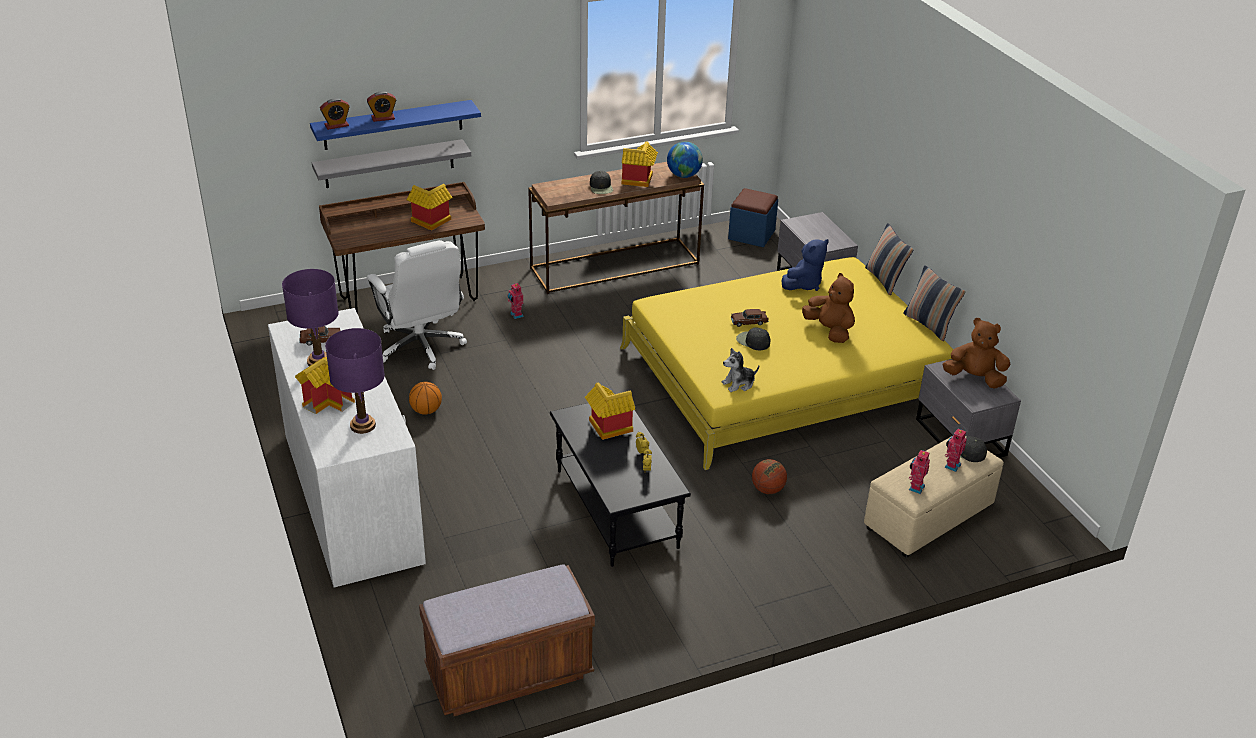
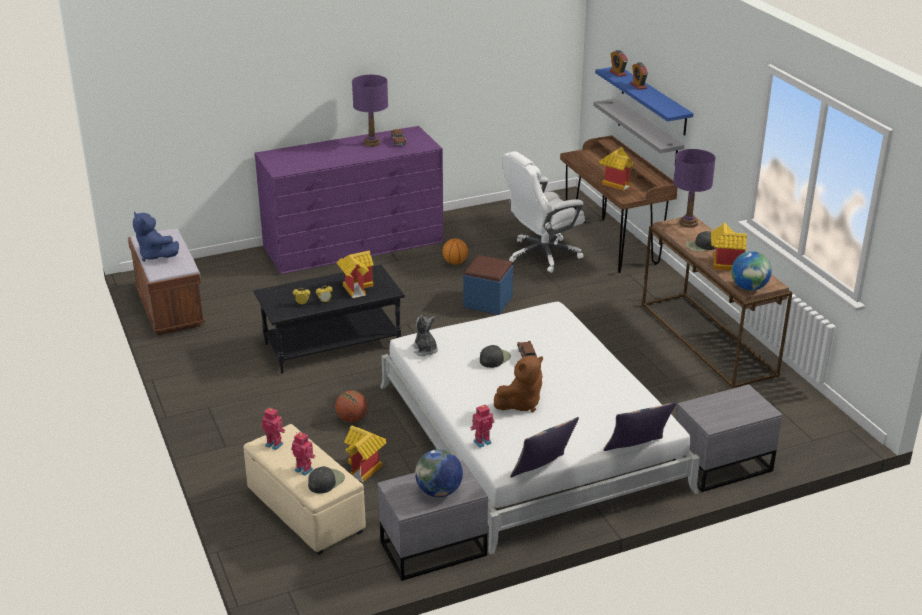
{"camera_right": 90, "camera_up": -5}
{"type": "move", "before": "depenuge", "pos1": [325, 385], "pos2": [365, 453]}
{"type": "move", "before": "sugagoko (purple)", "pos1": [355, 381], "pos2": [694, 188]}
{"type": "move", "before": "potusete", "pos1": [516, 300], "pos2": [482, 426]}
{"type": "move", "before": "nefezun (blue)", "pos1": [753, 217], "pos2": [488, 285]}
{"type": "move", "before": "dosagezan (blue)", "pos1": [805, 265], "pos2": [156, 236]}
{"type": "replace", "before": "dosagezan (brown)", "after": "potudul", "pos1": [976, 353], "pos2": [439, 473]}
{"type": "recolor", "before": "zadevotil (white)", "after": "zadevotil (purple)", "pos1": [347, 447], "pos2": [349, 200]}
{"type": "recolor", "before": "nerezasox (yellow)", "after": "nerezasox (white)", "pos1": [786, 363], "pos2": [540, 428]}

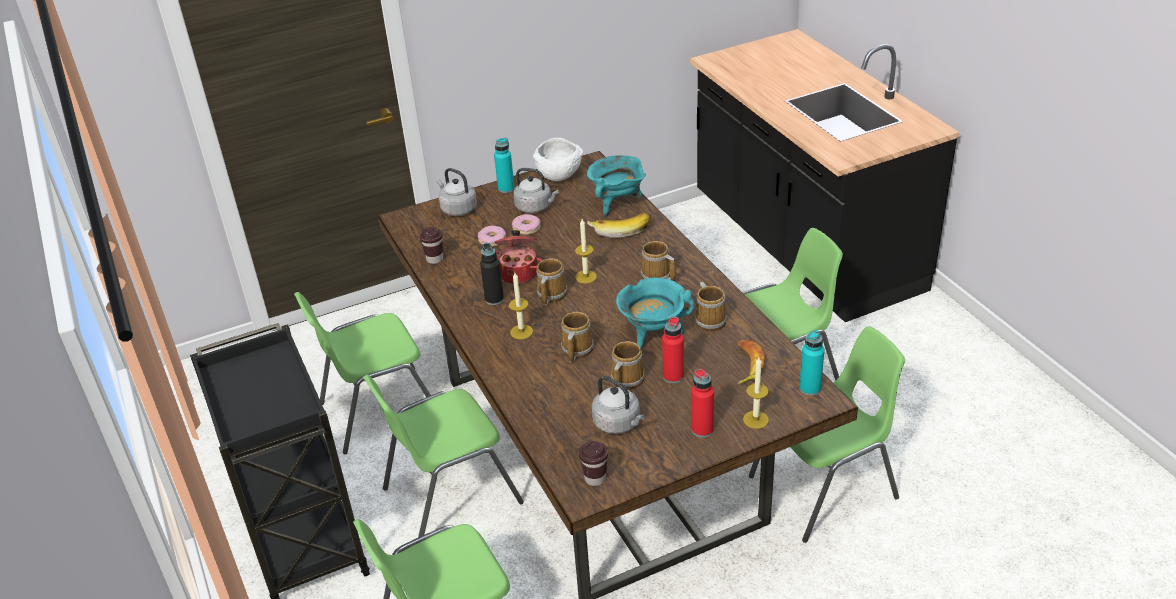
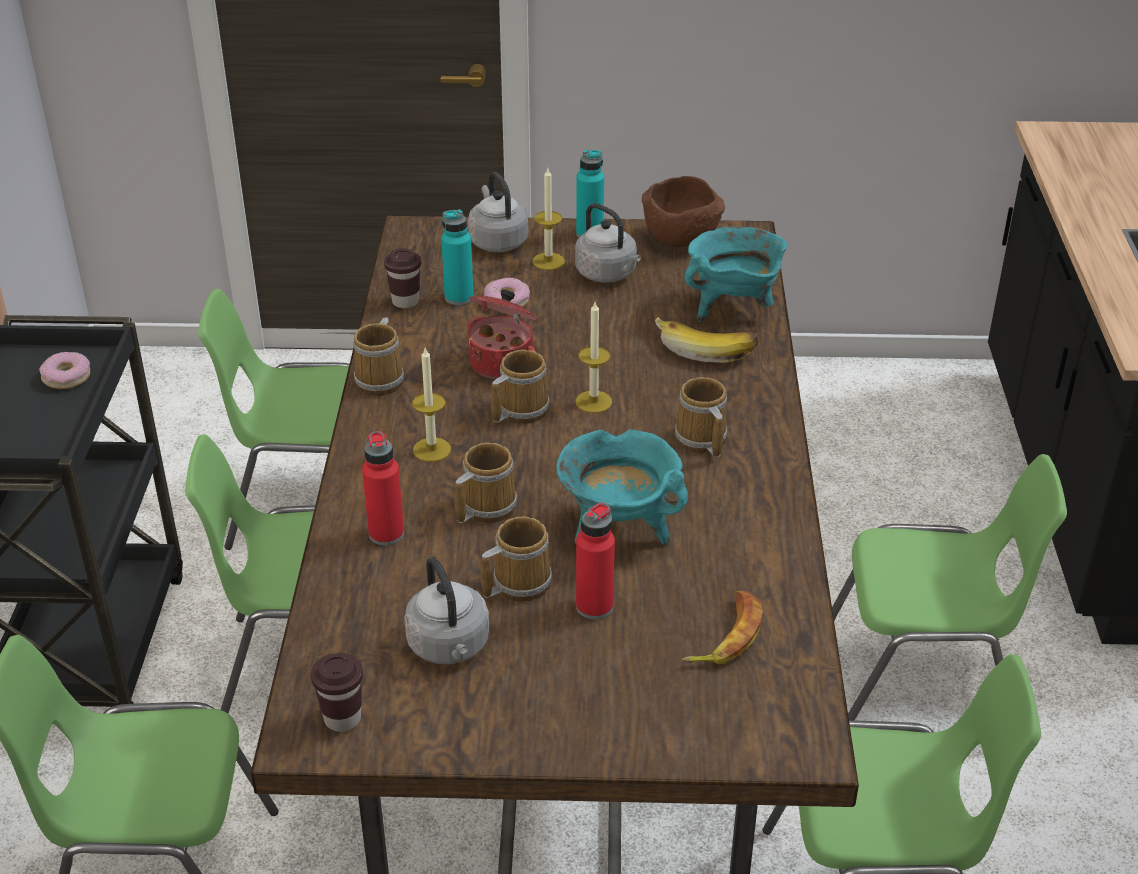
{"camera_right": 25, "camera_up": 0}
{"type": "delete", "before": "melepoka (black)", "pos1": [492, 274]}
{"type": "move", "before": "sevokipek", "pos1": [526, 224], "pos2": [64, 370]}
{"type": "move", "before": "melepoka (red)", "pos1": [702, 403], "pos2": [383, 488]}
{"type": "move", "before": "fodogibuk", "pos1": [711, 307], "pos2": [378, 356]}
{"type": "move", "before": "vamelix", "pos1": [756, 393], "pos2": [548, 219]}
{"type": "move", "before": "melepoka (turquoise)", "pos1": [812, 363], "pos2": [457, 257]}
{"type": "recolor", "before": "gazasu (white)", "after": "gazasu (brown)", "pos1": [558, 159], "pos2": [683, 211]}

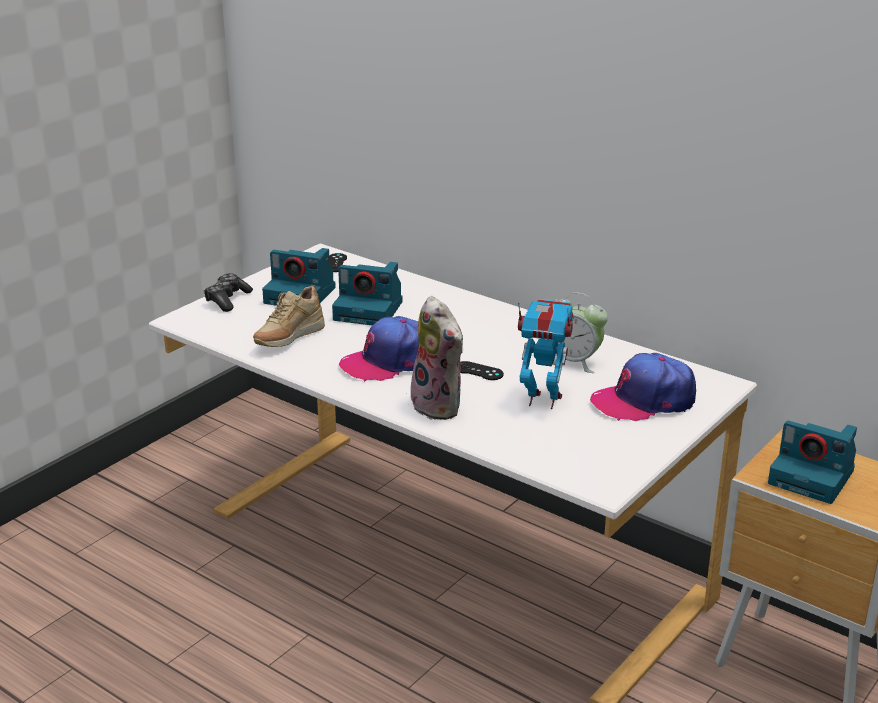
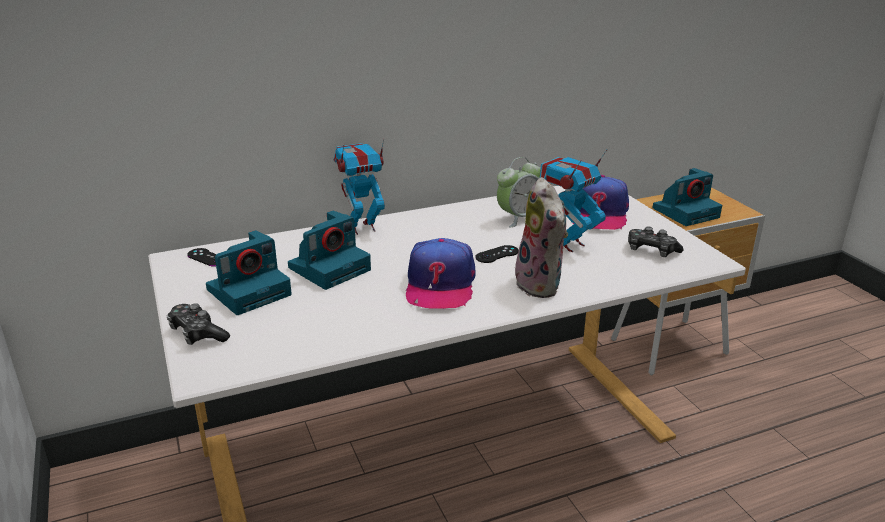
{"camera_right": -60, "camera_up": 0}
{"type": "delete", "before": "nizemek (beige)", "pos1": [289, 316]}
{"type": "insert", "after": "potusete", "pos2": [359, 187]}
{"type": "insert", "after": "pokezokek", "pos2": [656, 241]}
{"type": "rotate", "before": "dosagezan", "pos1": [435, 358], "pos2": [541, 237], "turn": 75}

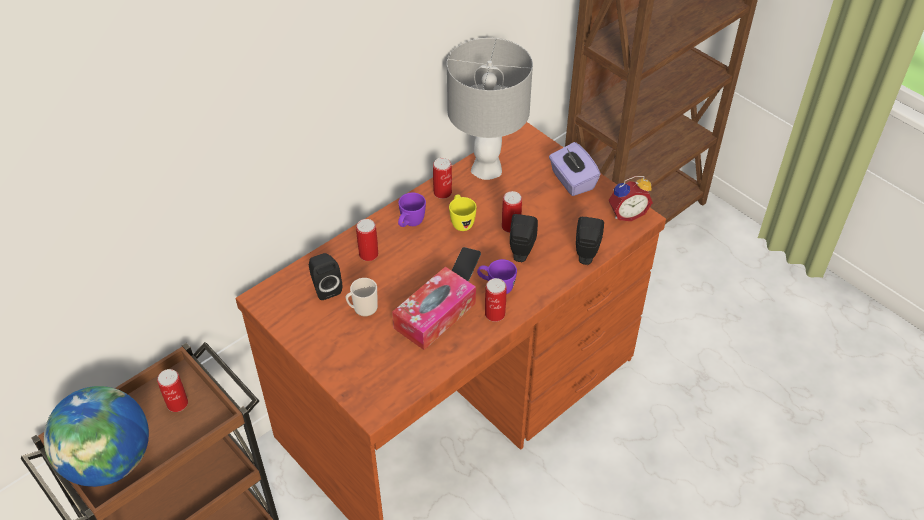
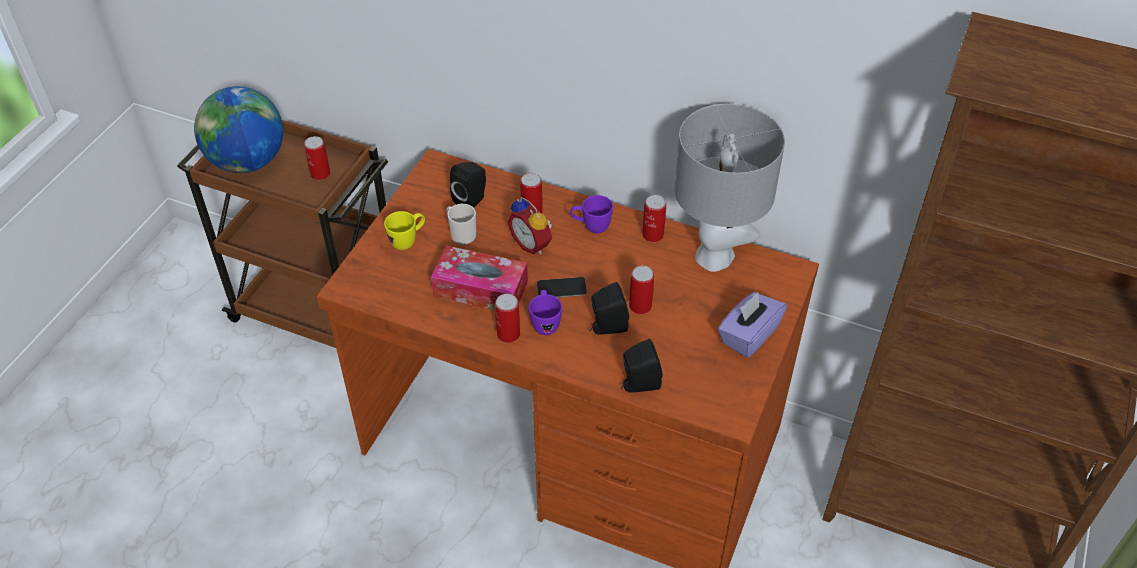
{"camera_right": 65, "camera_up": 0}
{"type": "move", "before": "fodogibuk (yellow)", "pos1": [463, 213], "pos2": [404, 230]}
{"type": "move", "before": "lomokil", "pos1": [631, 198], "pos2": [529, 225]}

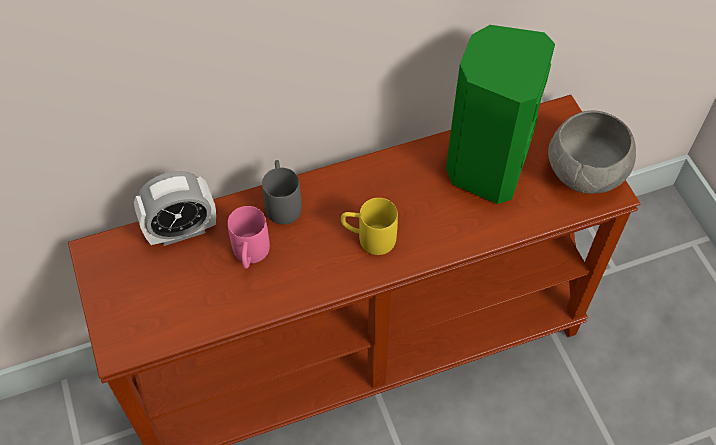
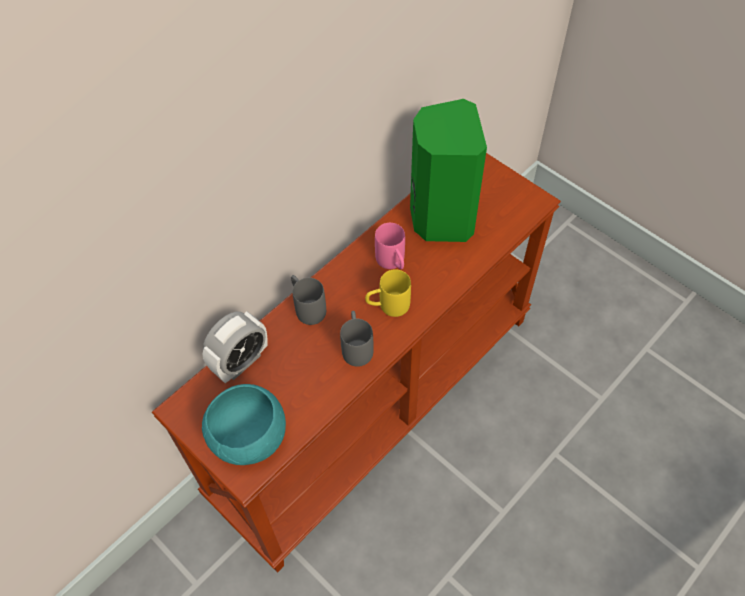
{"camera_right": -25, "camera_up": 0}
{"type": "delete", "before": "gazasu (grey)", "pos1": [592, 152]}
{"type": "insert", "after": "gazasu (turquoise)", "pos2": [244, 424]}
{"type": "insert", "after": "fodogibuk (grey)", "pos2": [357, 339]}
{"type": "move", "before": "fodogibuk (pink)", "pos1": [248, 237], "pos2": [390, 246]}

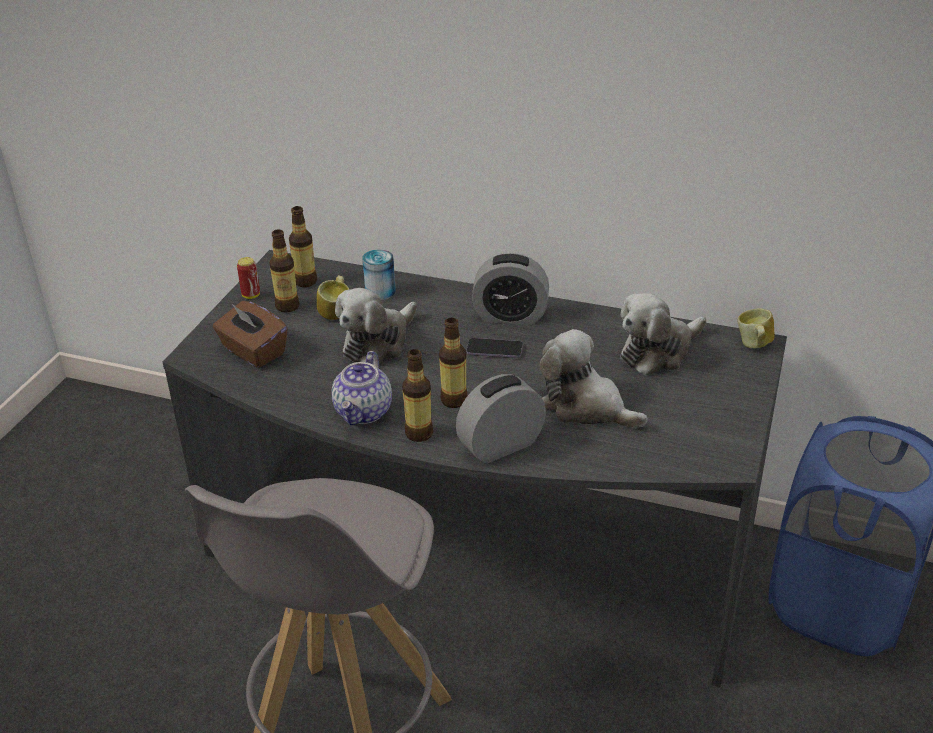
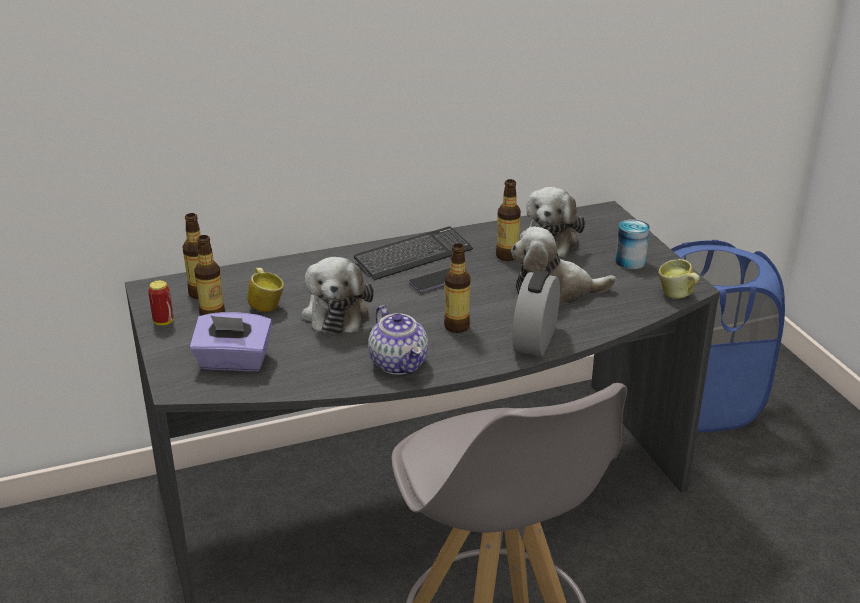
{"camera_right": -40, "camera_up": -5}
{"type": "move", "before": "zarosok", "pos1": [379, 274], "pos2": [632, 244]}
{"type": "move", "before": "melepoka", "pos1": [417, 395], "pos2": [508, 220]}
{"type": "move", "before": "fodogibuk", "pos1": [756, 328], "pos2": [679, 279]}
{"type": "replace", "before": "lomokil", "after": "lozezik", "pos1": [510, 289], "pos2": [413, 253]}
{"type": "recolor", "before": "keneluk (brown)", "after": "keneluk (purple)", "pos1": [250, 334], "pos2": [231, 341]}

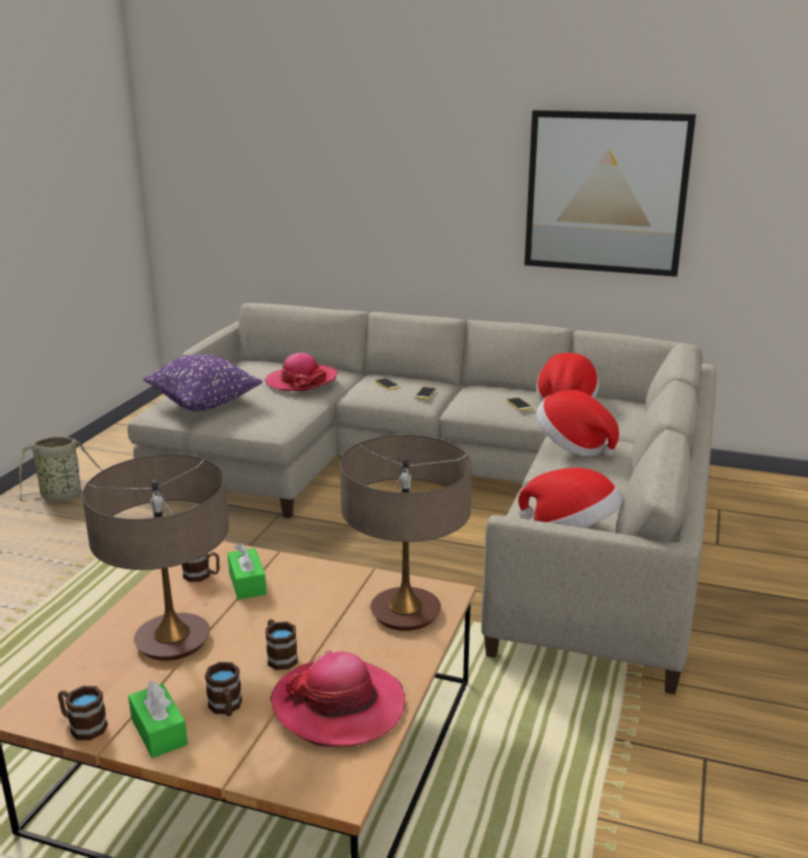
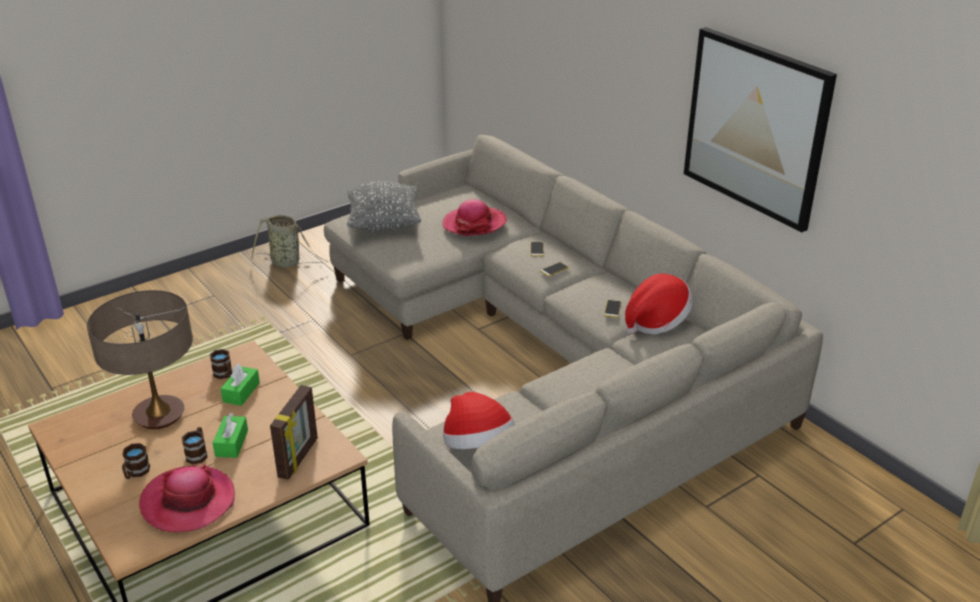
{"camera_right": 35, "camera_up": 10}
{"type": "delete", "before": "fodogibuk (brown)", "pos1": [83, 713]}
{"type": "delete", "before": "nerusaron", "pos1": [577, 423]}
{"type": "move", "before": "keneluk (green)", "pos1": [158, 719], "pos2": [230, 435]}
{"type": "replace", "before": "sugagoko", "after": "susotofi", "pos1": [406, 533], "pos2": [294, 432]}
{"type": "recolor", "before": "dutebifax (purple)", "after": "dutebifax (grey)", "pos1": [202, 382], "pos2": [384, 206]}

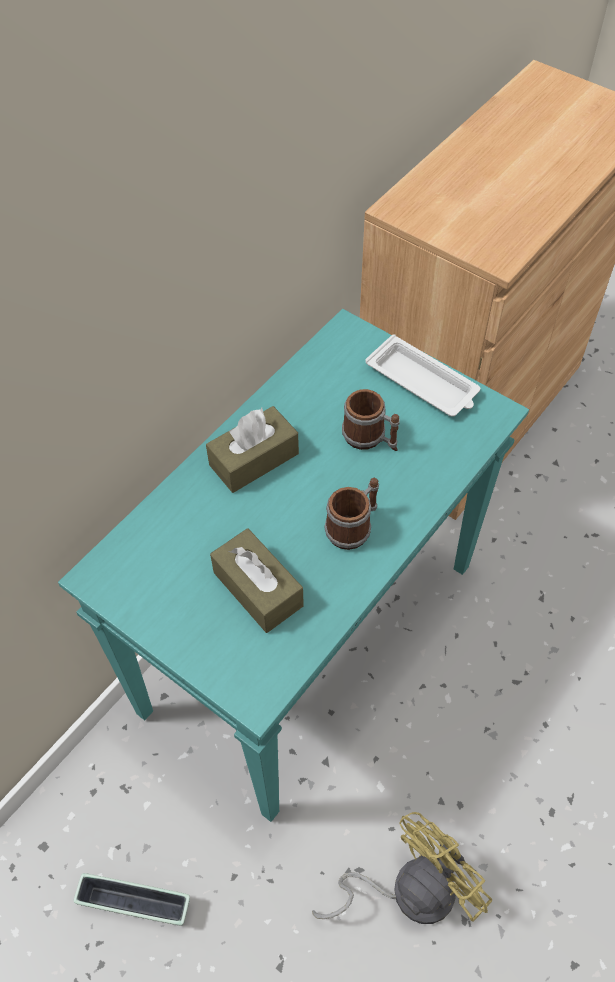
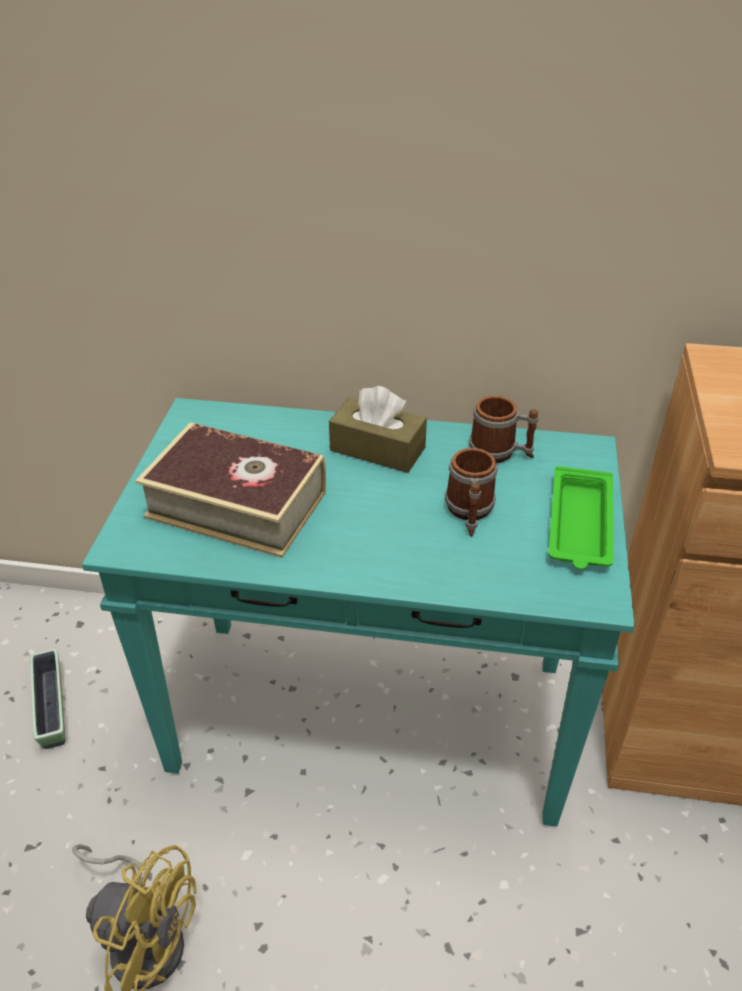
{"camera_right": 60, "camera_up": -15}
{"type": "move", "before": "fodogibuk", "pos1": [352, 514], "pos2": [503, 429]}
{"type": "replace", "before": "keneluk (brown)", "after": "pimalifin", "pos1": [257, 580], "pos2": [230, 490]}
{"type": "recolor", "before": "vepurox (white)", "after": "vepurox (green)", "pos1": [422, 375], "pos2": [581, 518]}

